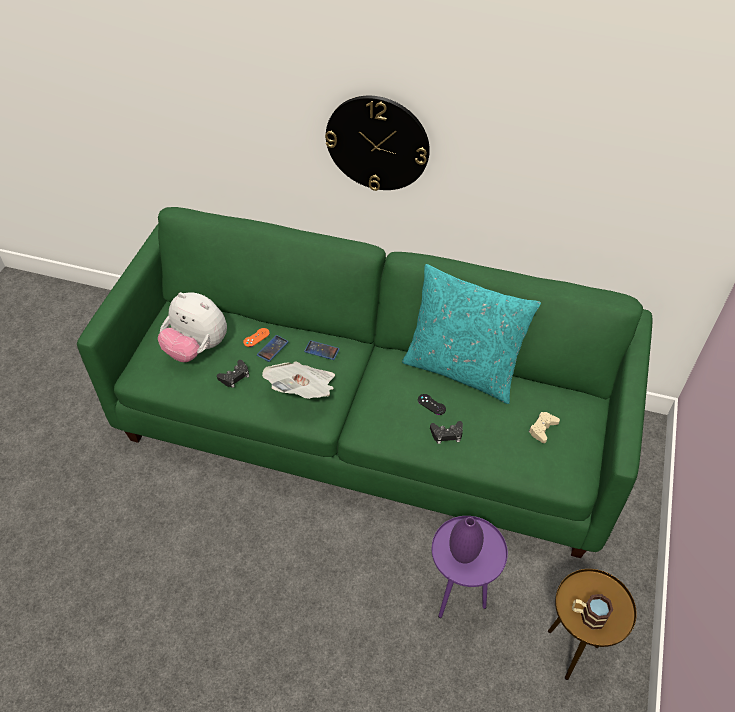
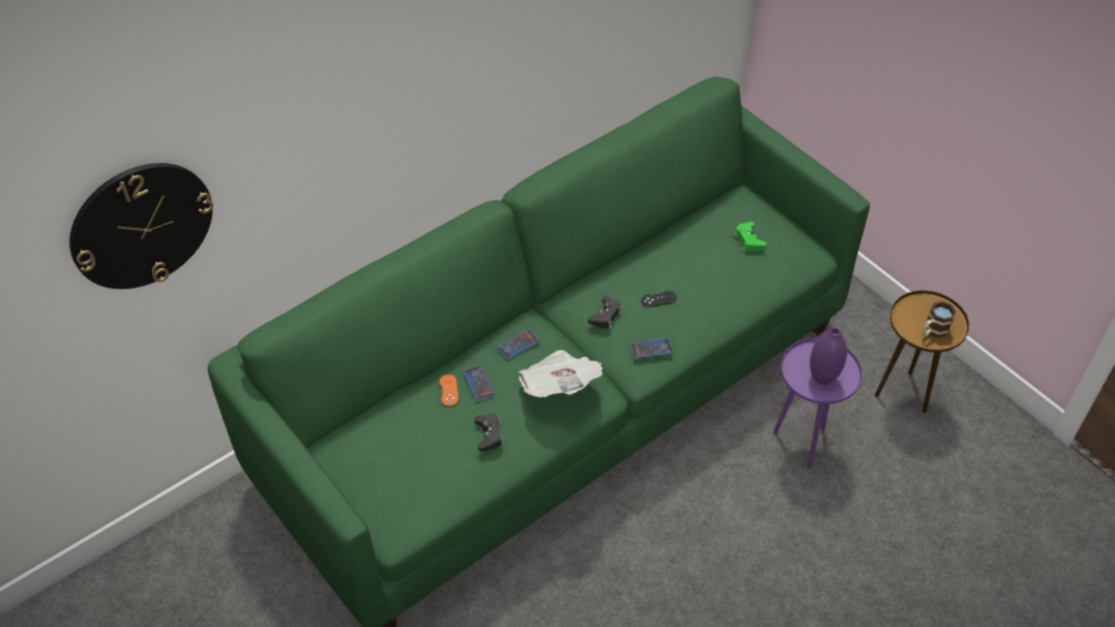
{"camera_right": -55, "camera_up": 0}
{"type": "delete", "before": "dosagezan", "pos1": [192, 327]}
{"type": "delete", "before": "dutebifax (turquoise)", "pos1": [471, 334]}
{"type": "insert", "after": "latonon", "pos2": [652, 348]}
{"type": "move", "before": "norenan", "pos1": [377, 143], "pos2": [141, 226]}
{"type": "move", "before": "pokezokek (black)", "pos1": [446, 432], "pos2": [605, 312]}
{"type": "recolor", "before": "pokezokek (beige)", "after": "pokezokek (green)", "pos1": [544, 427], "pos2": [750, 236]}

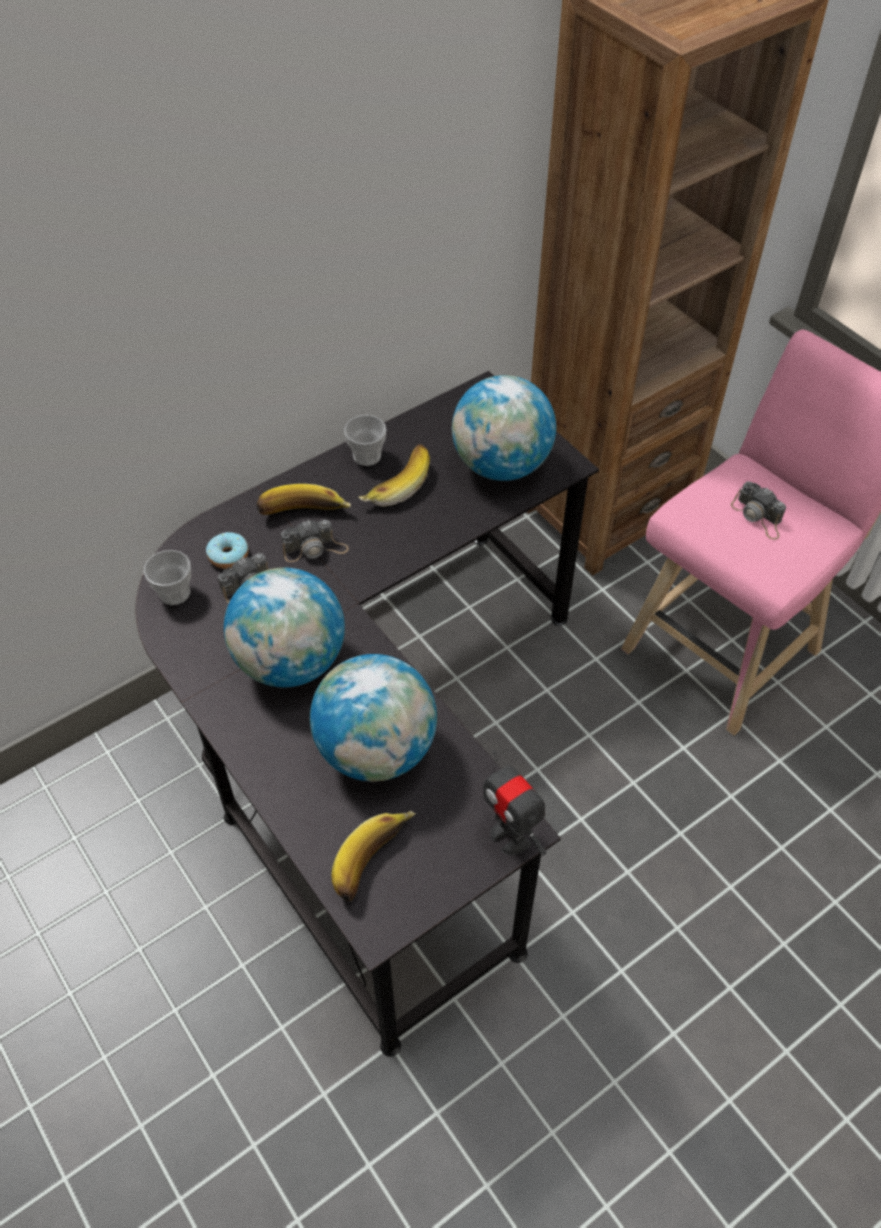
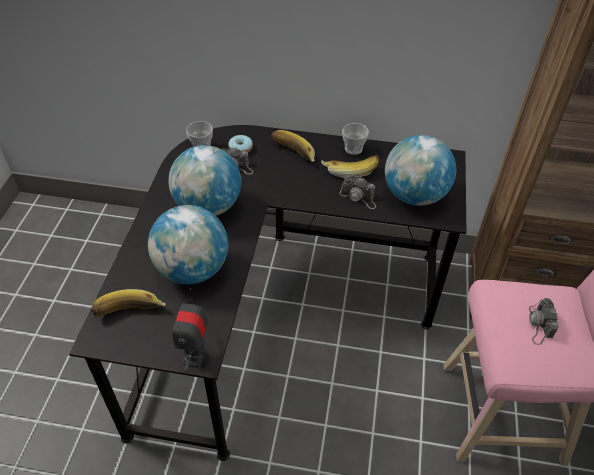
{"camera_right": 45, "camera_up": -5}
{"type": "move", "before": "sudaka", "pos1": [315, 541], "pos2": [358, 192]}

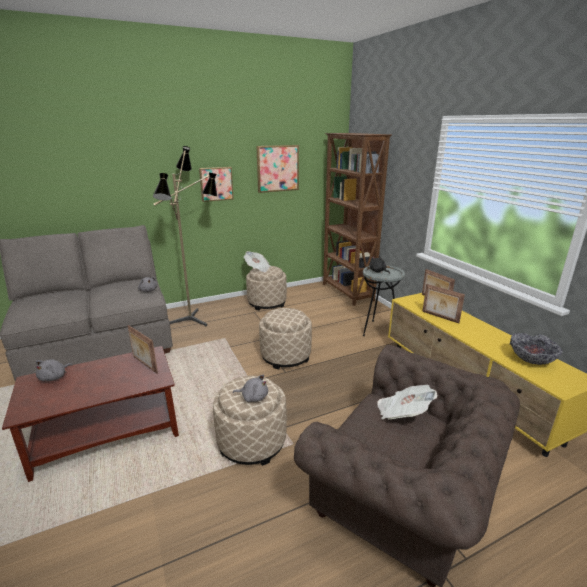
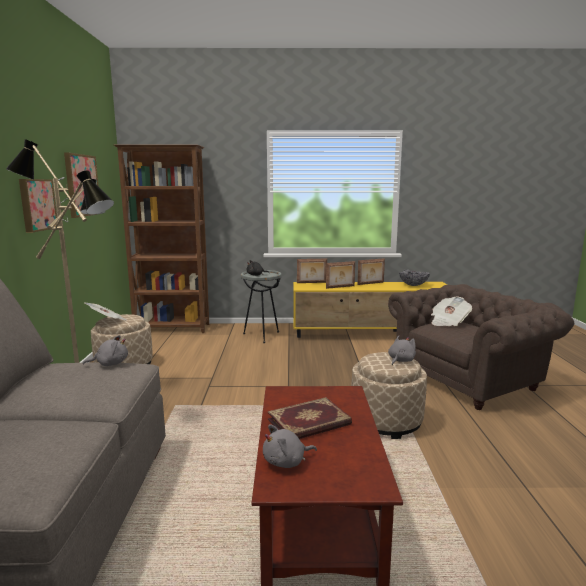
{"camera_right": -65, "camera_up": -10}
{"type": "delete", "before": "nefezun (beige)", "pos1": [285, 338]}
{"type": "insert", "after": "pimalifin", "pos2": [310, 418]}
{"type": "move", "before": "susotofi", "pos1": [143, 349], "pos2": [371, 271]}
{"type": "rotate", "before": "dosagezan (grey)", "pos1": [54, 370], "pos2": [290, 446], "turn": 105}

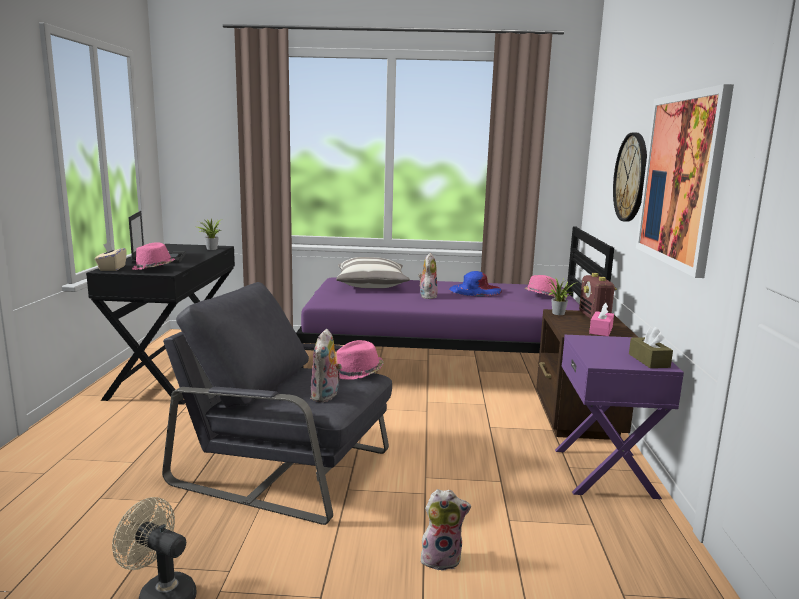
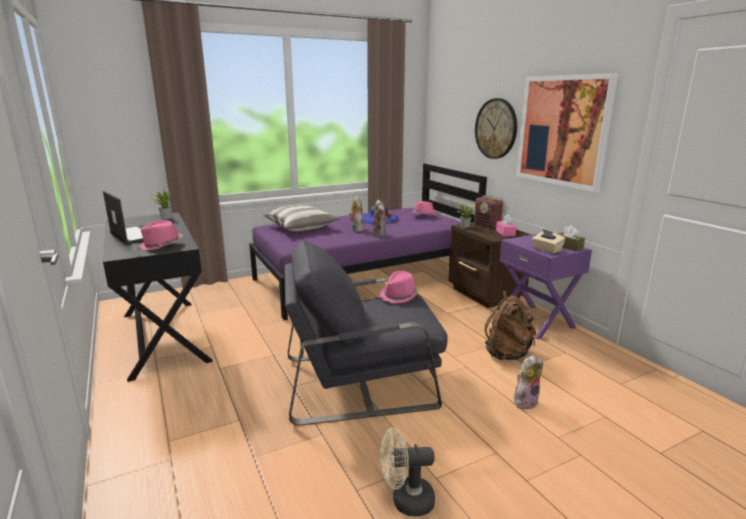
{"camera_right": -30, "camera_up": 5}
{"type": "insert", "after": "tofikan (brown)", "pos2": [510, 325]}
{"type": "move", "before": "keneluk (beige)", "pos1": [111, 256], "pos2": [548, 241]}
{"type": "move", "before": "dosagezan", "pos1": [326, 365], "pos2": [380, 218]}

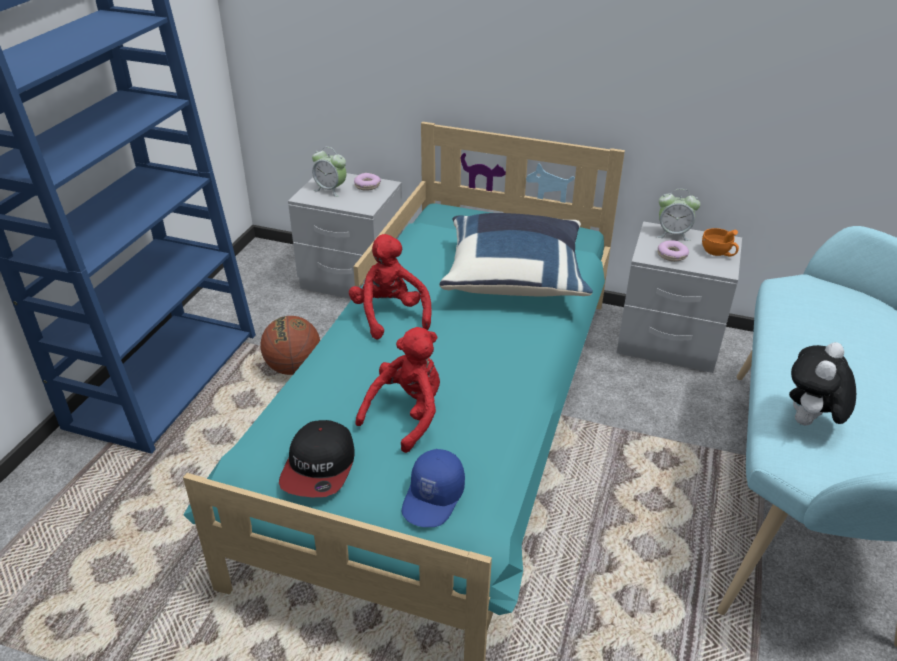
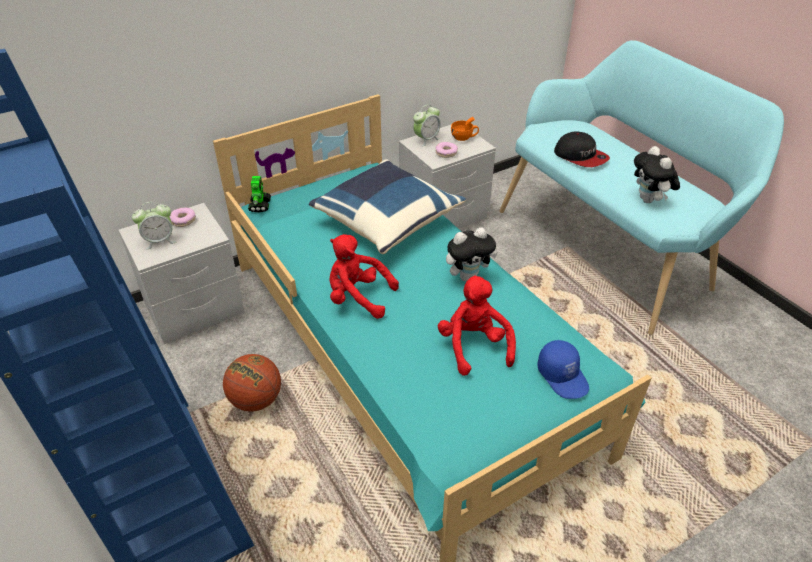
{"camera_right": -50, "camera_up": 5}
{"type": "insert", "after": "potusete", "pos2": [259, 194]}
{"type": "insert", "after": "dosagezan", "pos2": [471, 254]}
{"type": "move", "before": "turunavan", "pos1": [317, 458], "pos2": [582, 149]}

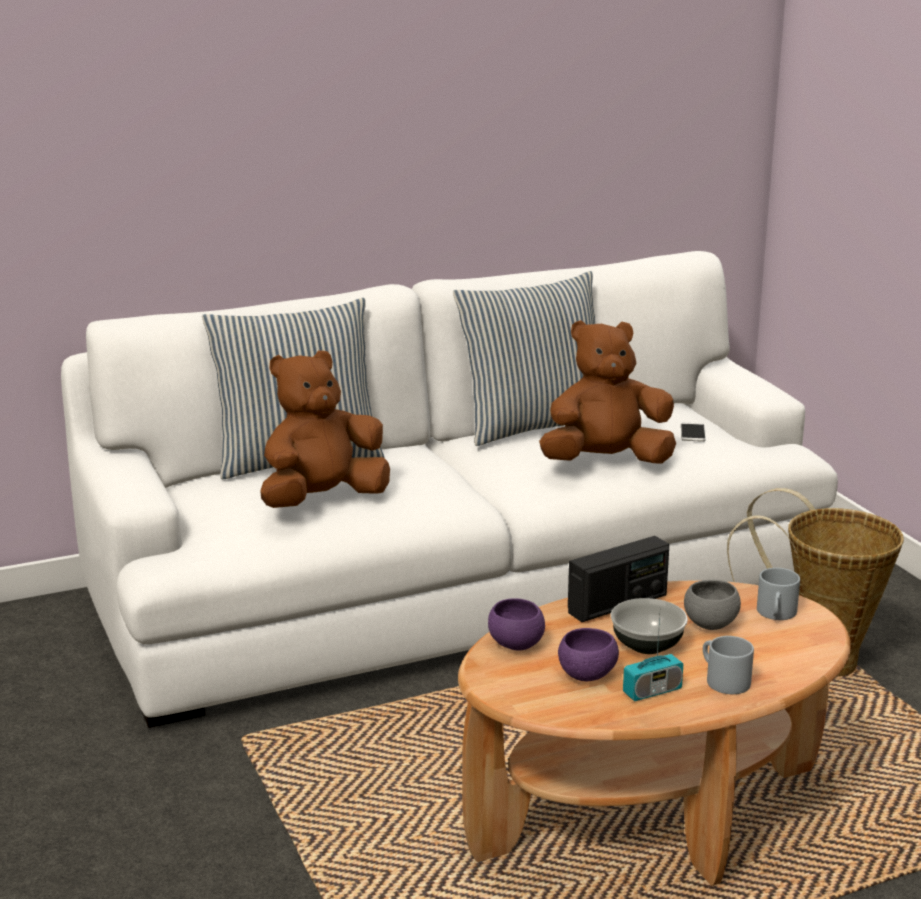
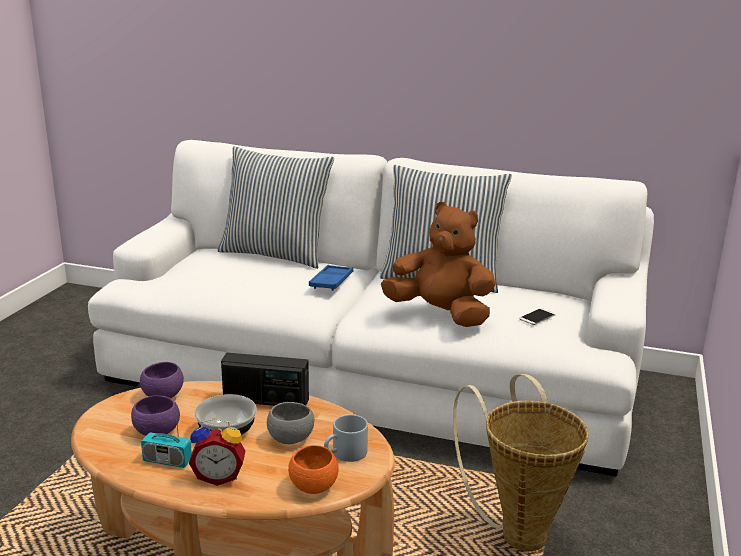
{"camera_right": 40, "camera_up": 0}
{"type": "delete", "before": "dosagezan (brown)", "pos1": [325, 429]}
{"type": "insert", "after": "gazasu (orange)", "pos2": [313, 469]}
{"type": "insert", "after": "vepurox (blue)", "pos2": [331, 278]}
{"type": "replace", "before": "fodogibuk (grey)", "after": "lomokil", "pos1": [728, 665], "pos2": [217, 452]}

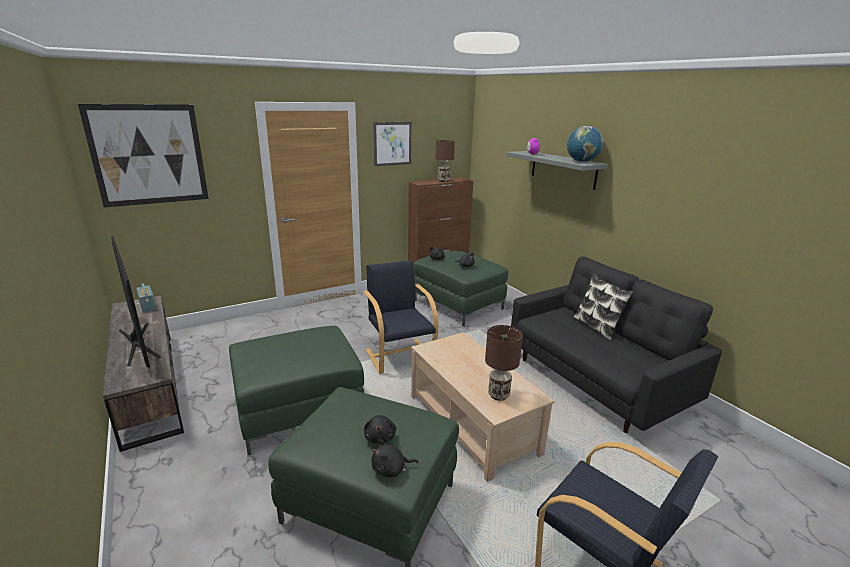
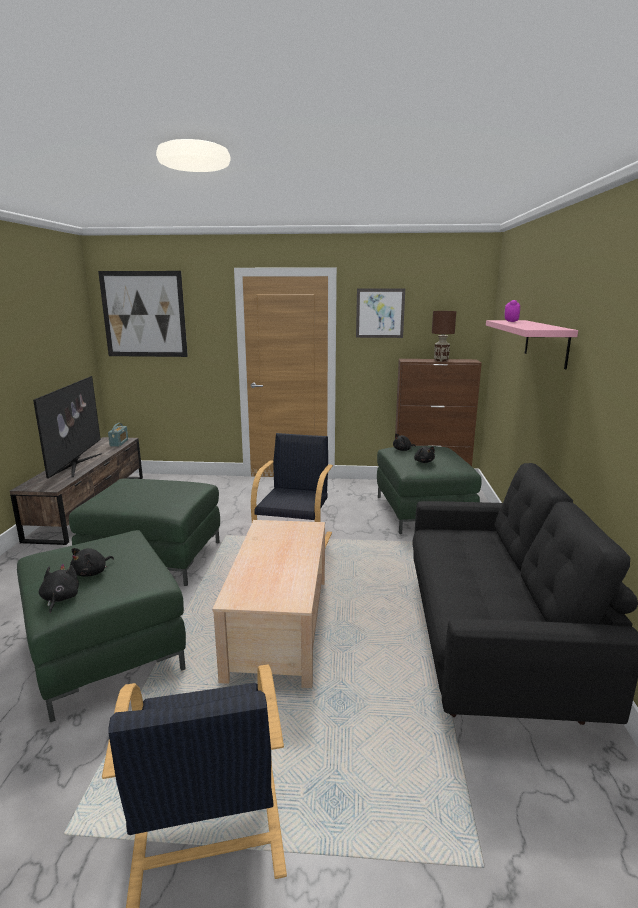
{"camera_right": 35, "camera_up": -5}
{"type": "delete", "before": "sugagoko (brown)", "pos1": [504, 363]}
{"type": "delete", "before": "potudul", "pos1": [585, 144]}
{"type": "delete", "before": "dutebifax", "pos1": [603, 307]}
{"type": "recolor", "before": "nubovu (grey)", "after": "nubovu (pink)", "pos1": [557, 170], "pos2": [532, 344]}
{"type": "rotate", "before": "dosagezan (black)", "pos1": [394, 458], "pos2": [59, 588], "turn": 60}

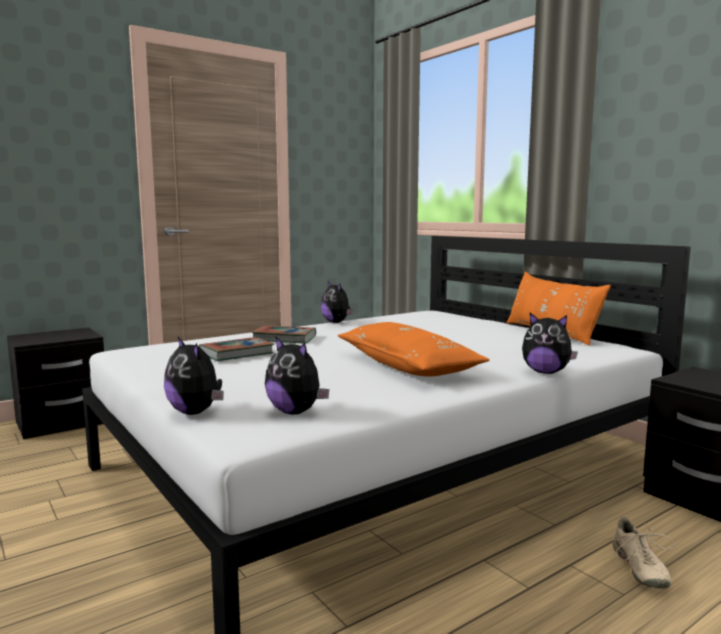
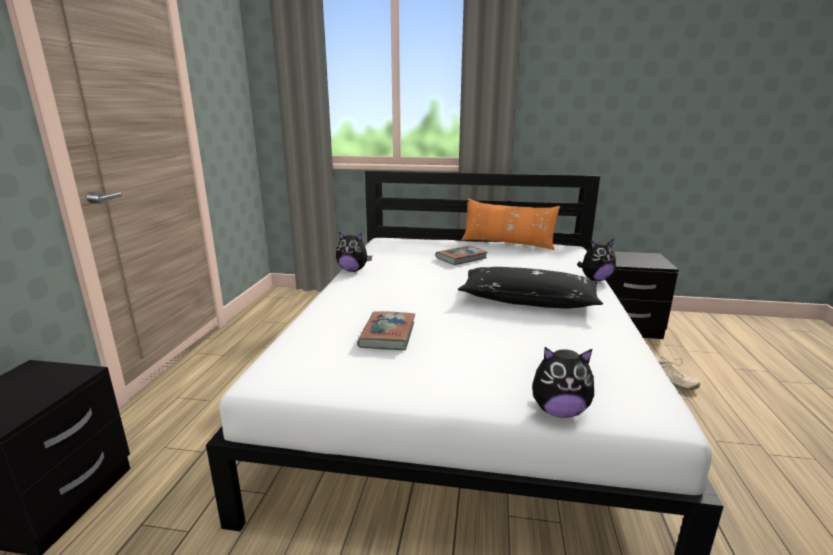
{"camera_right": -45, "camera_up": 10}
{"type": "delete", "before": "dosagezan", "pos1": [297, 375]}
{"type": "move", "before": "pimalifin", "pos1": [284, 335], "pos2": [461, 255]}
{"type": "recolor", "before": "dutebifax (orange)", "after": "dutebifax (black)", "pos1": [414, 349], "pos2": [530, 288]}

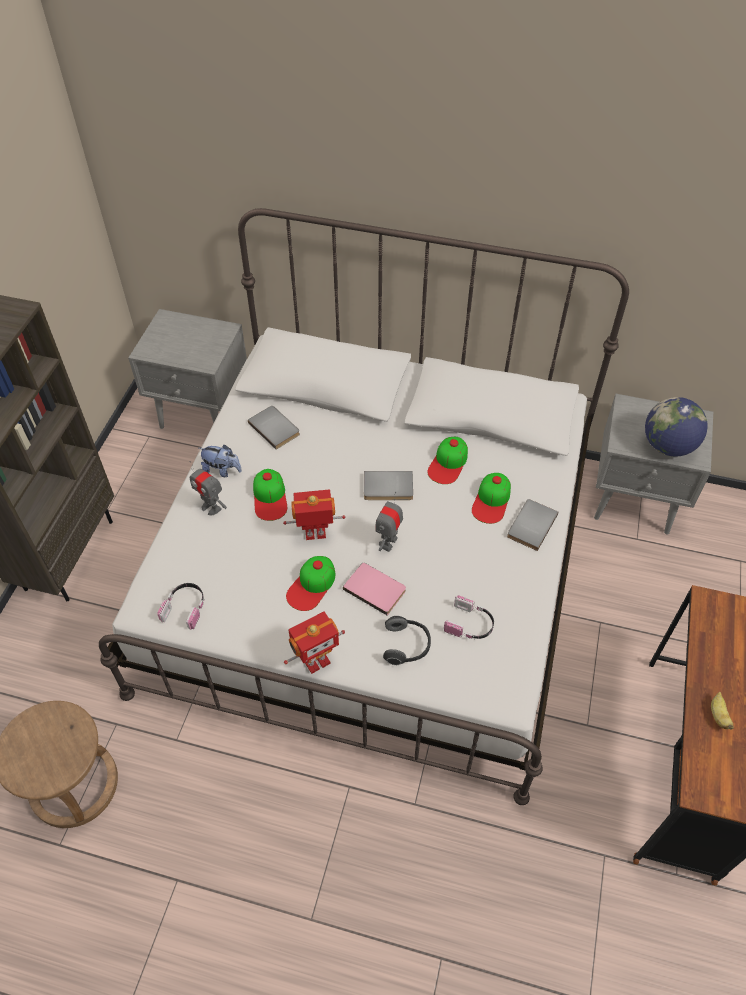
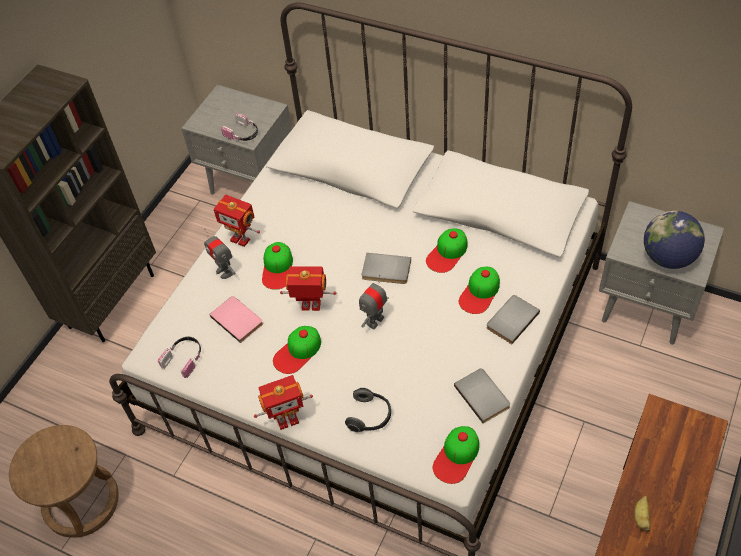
{"camera_right": 15, "camera_up": 0}
{"type": "insert", "after": "turunavan", "pos2": [456, 455]}
{"type": "move", "before": "pimalifin (grey)", "pos1": [274, 428], "pos2": [482, 396]}
{"type": "move", "before": "pimalifin (pink)", "pos1": [374, 589], "pos2": [236, 319]}
{"type": "move", "before": "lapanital", "pos1": [469, 617], "pos2": [239, 127]}
{"type": "replace", "before": "dosagezan", "after": "potusete", "pos1": [220, 461], "pos2": [237, 221]}

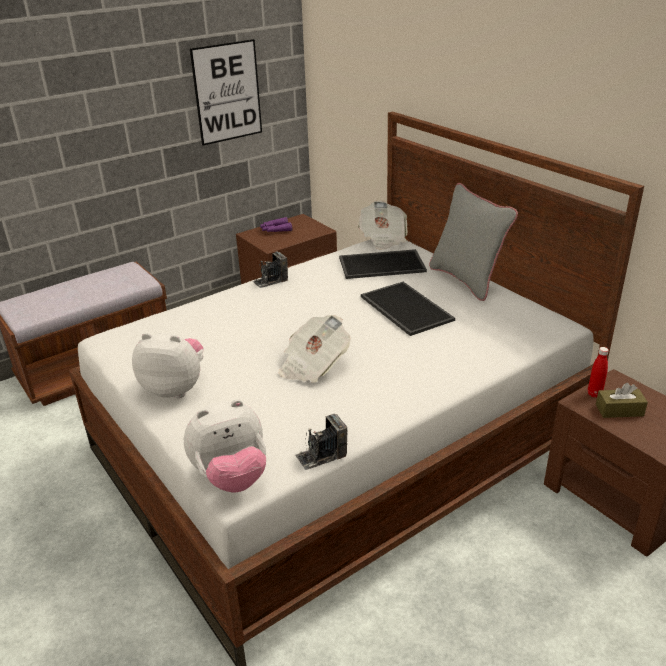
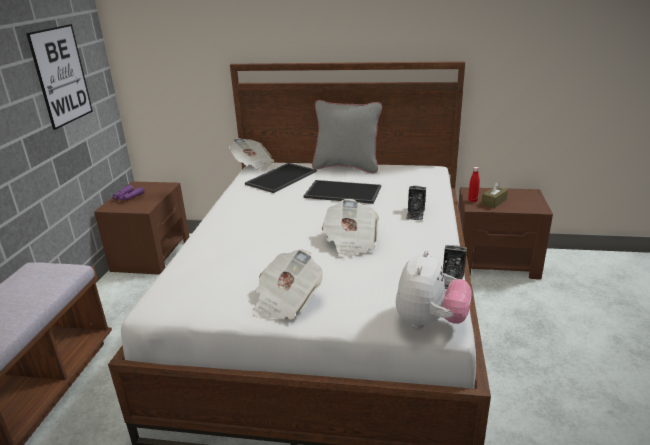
{"camera_right": -45, "camera_up": -5}
{"type": "move", "before": "sudaka", "pos1": [270, 269], "pos2": [416, 203]}
{"type": "replace", "before": "dosagezan", "after": "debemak", "pos1": [167, 365], "pos2": [287, 284]}

